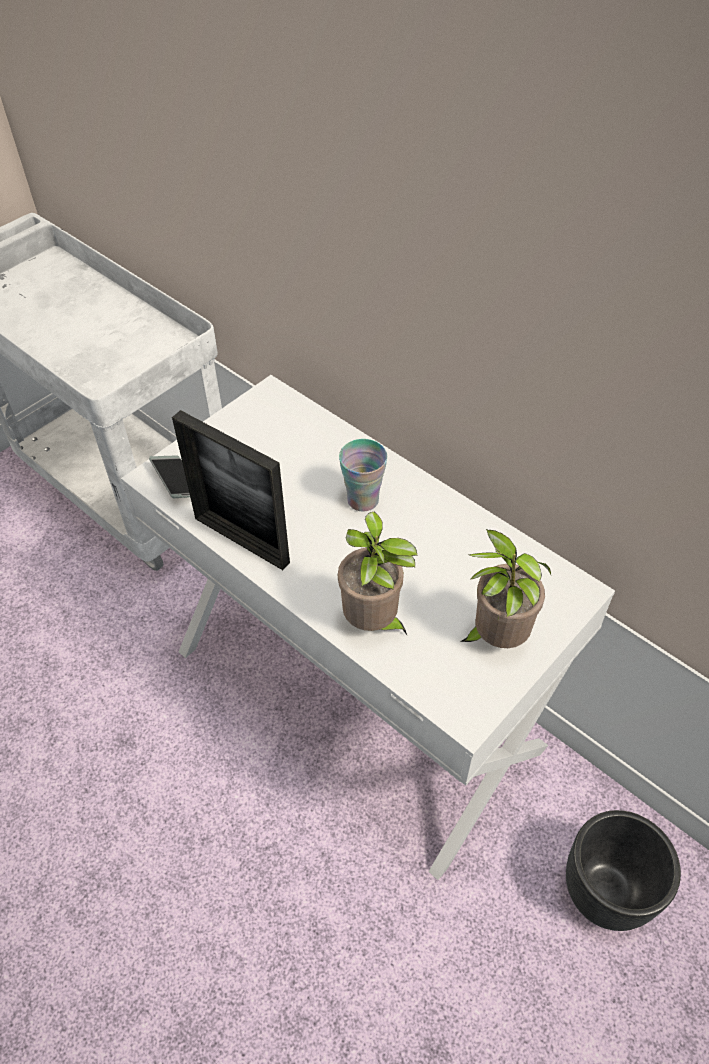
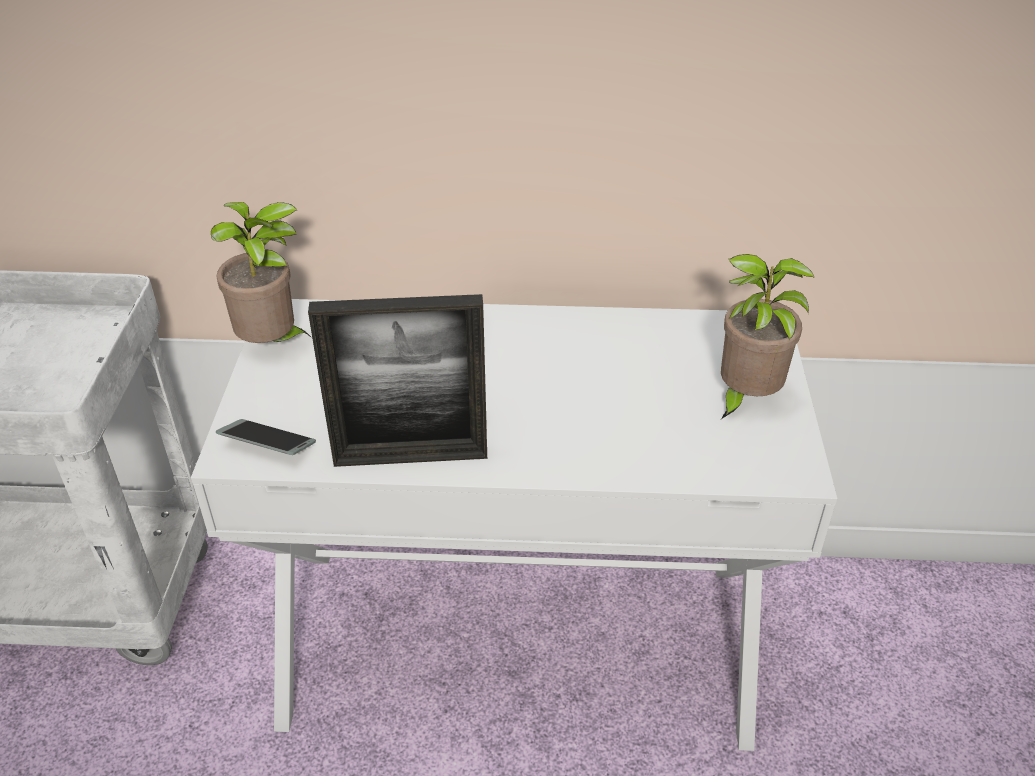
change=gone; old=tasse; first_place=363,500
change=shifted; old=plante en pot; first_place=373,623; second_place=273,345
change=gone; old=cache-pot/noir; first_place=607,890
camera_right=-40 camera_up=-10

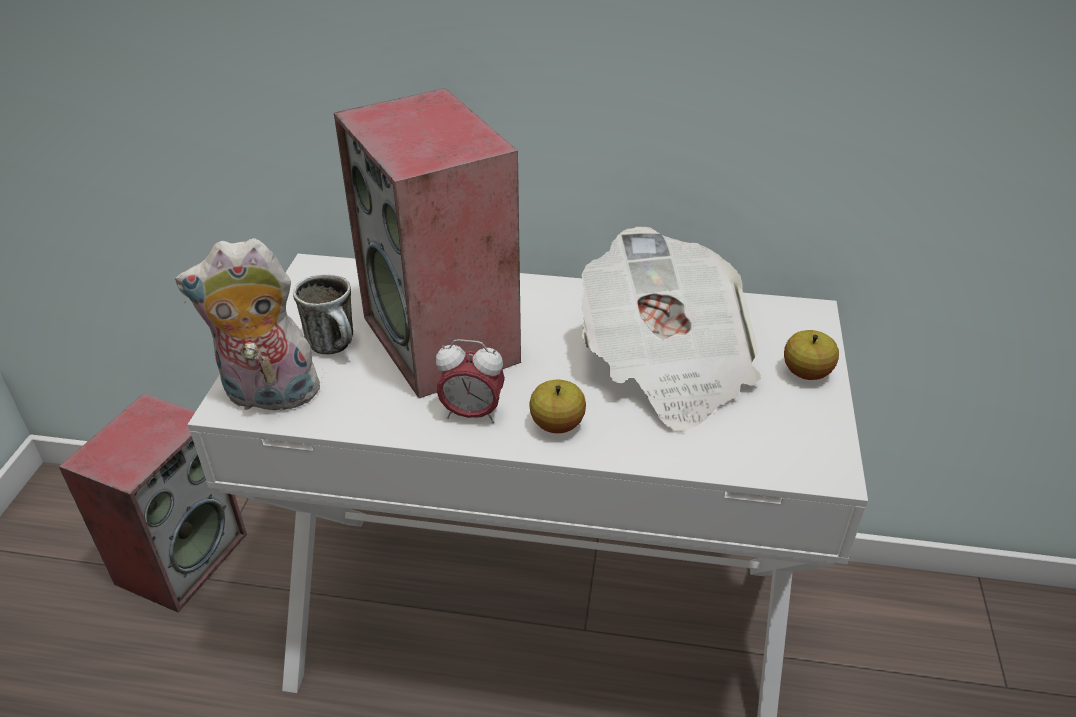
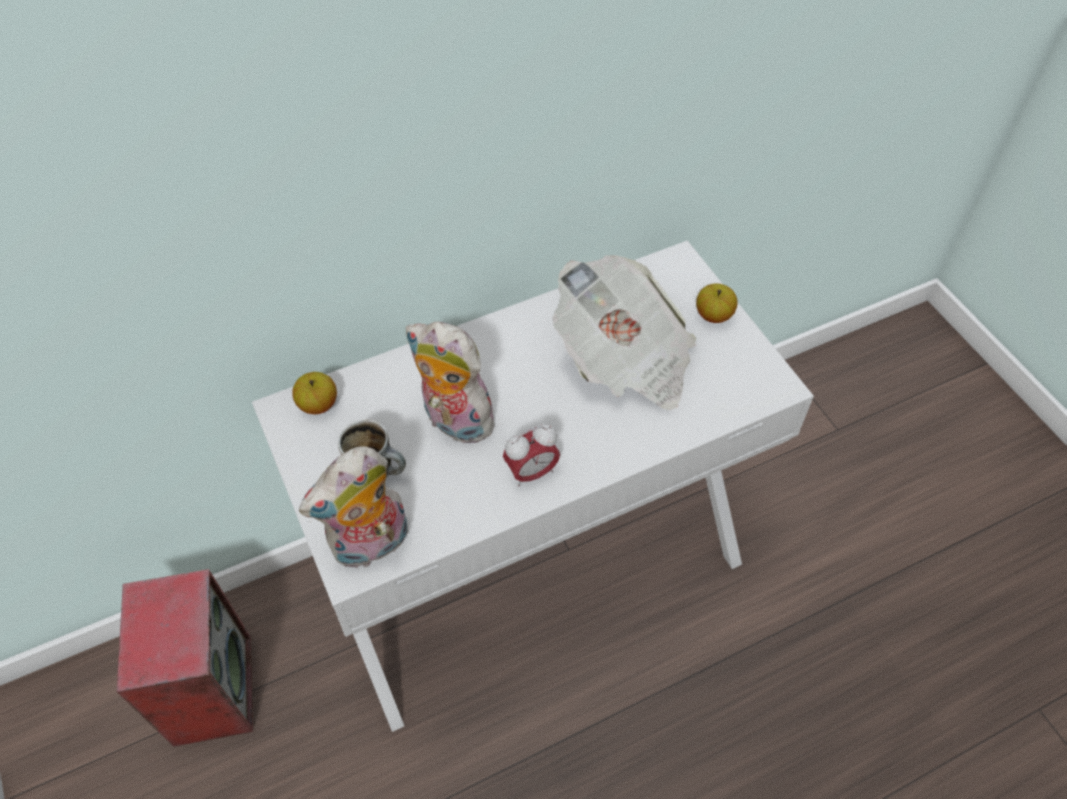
change=swapped; old=enceinte; new=peluche; first_place=443,340; second_place=453,421
change=shifted; old=pomme; first_place=557,425; second_place=318,404
camera_right=-35 camera_up=15

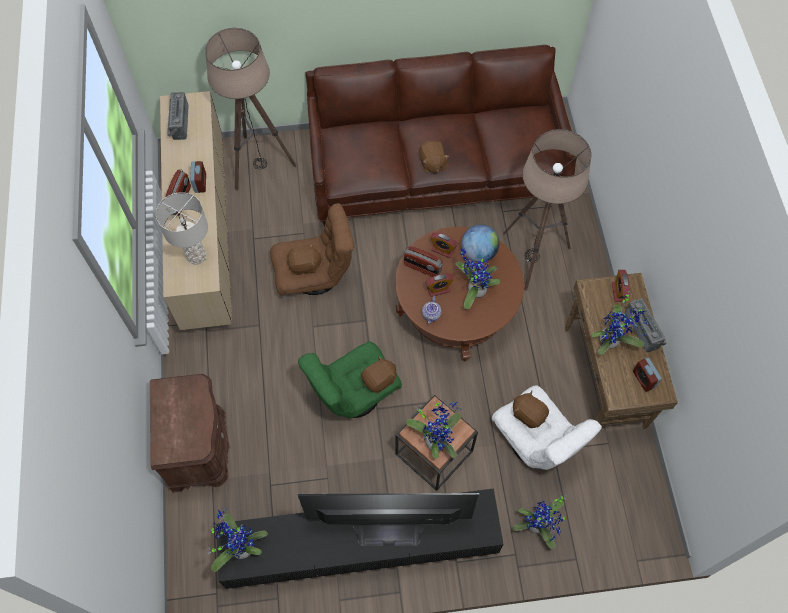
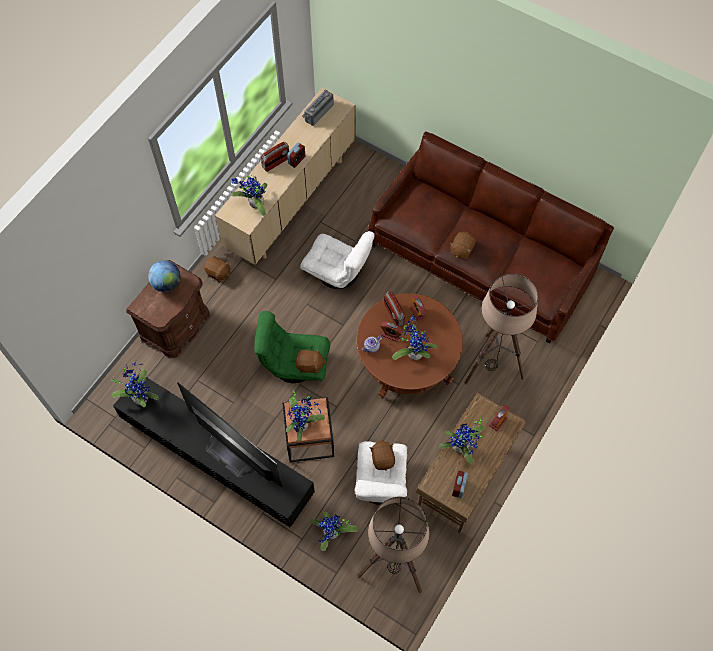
change=shifted; old=lampadaire; first_place=258,164; second_place=393,566
change=swapped; old=lampe de table/blanc; new=plante en pot; first_place=196,256; second_place=254,204
change=repainted; old=fauteuil/marron; new=fauteuil/blanc; first_place=314,274; second_place=337,272
change=shifted; old=globe; first_place=478,253; second_place=167,283
change=shifted; old=peluche/marron; first_place=305,265; second_place=218,273
change=gone; old=radio; first_place=644,329
camera_right=40 camera_up=0

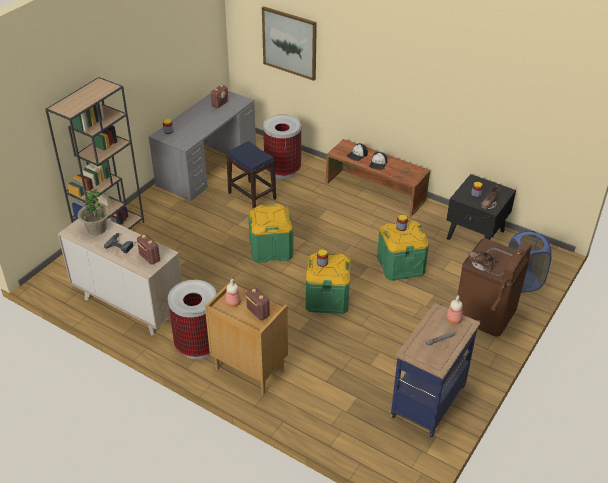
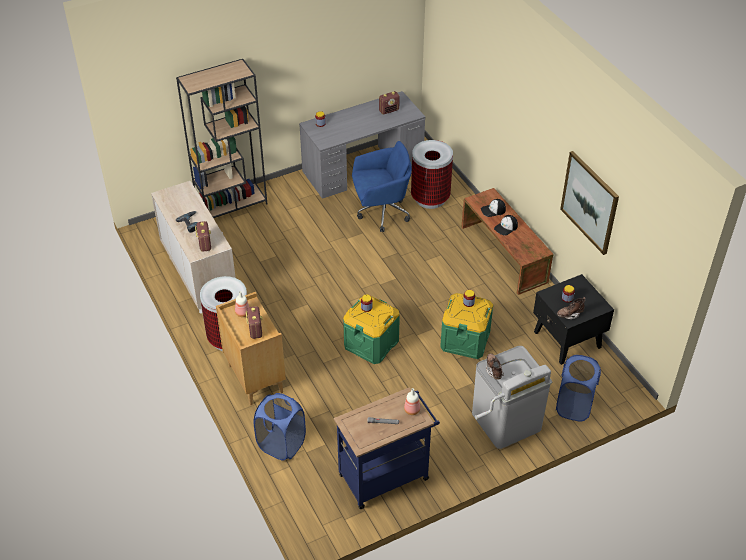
change=shifted; old=tableau; first_place=289,43; second_place=589,202
change=swapped; old=tabouret; new=chaise de bureau/bleu; first_place=252,196; second_place=381,214
change=gone; old=plante en pot; first_place=97,229
change=gone; old=boîte de rangement/vert; first_place=271,249
change=repainted; old=lave-linge/marron; new=lave-linge/gris; first_place=485,315; second_place=505,423
change=new; new=panier à linge/bleu; second_place=281,444
camera_right=30 camera_up=5

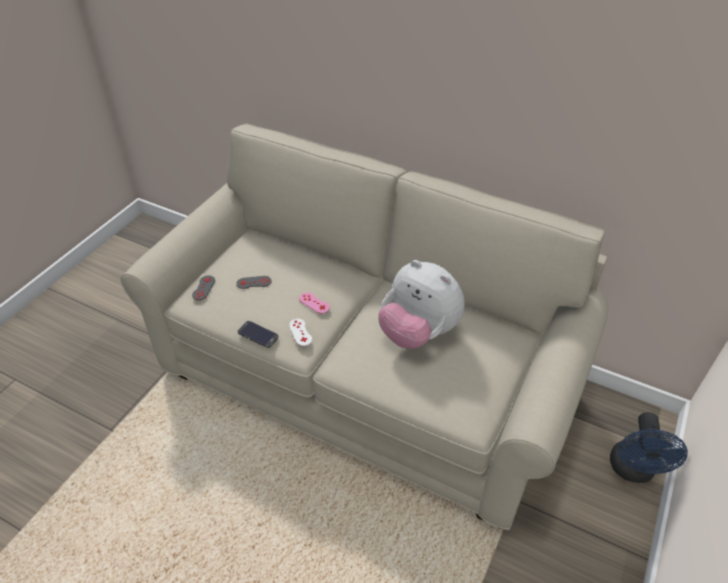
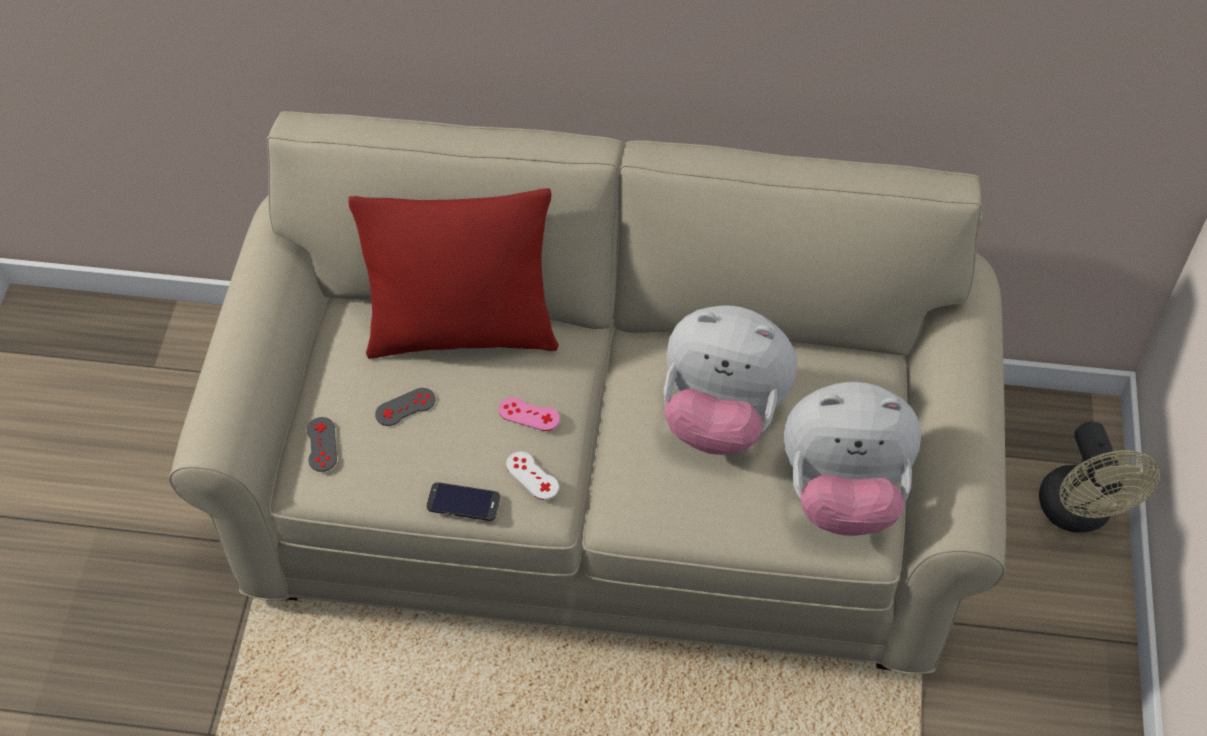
change=repainted; old=ventilateur/bleu; new=ventilateur/beige; first_place=633,471; second_place=1079,514
change=new; new=coussin/rouge; second_place=462,332
change=new; new=peluche; second_place=843,493
camera_right=-20 camera_up=10

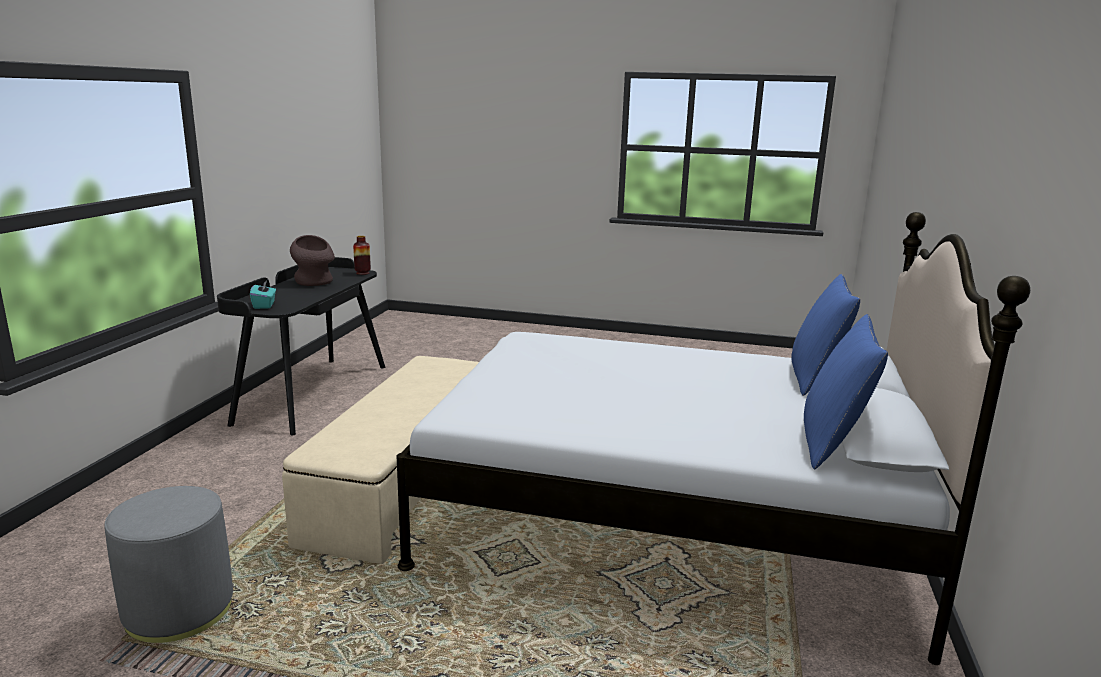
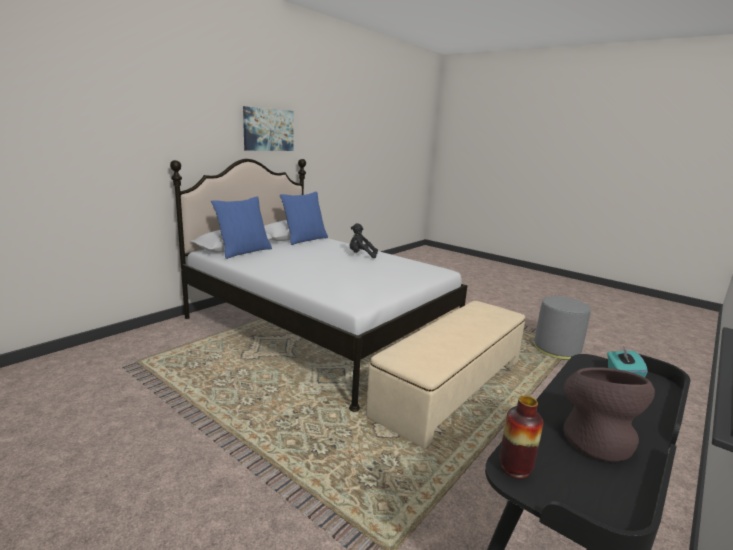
change=new; new=tableau; second_place=268,129
change=new; new=peluche/noir; second_place=361,255
camera_right=-155 camera_up=0

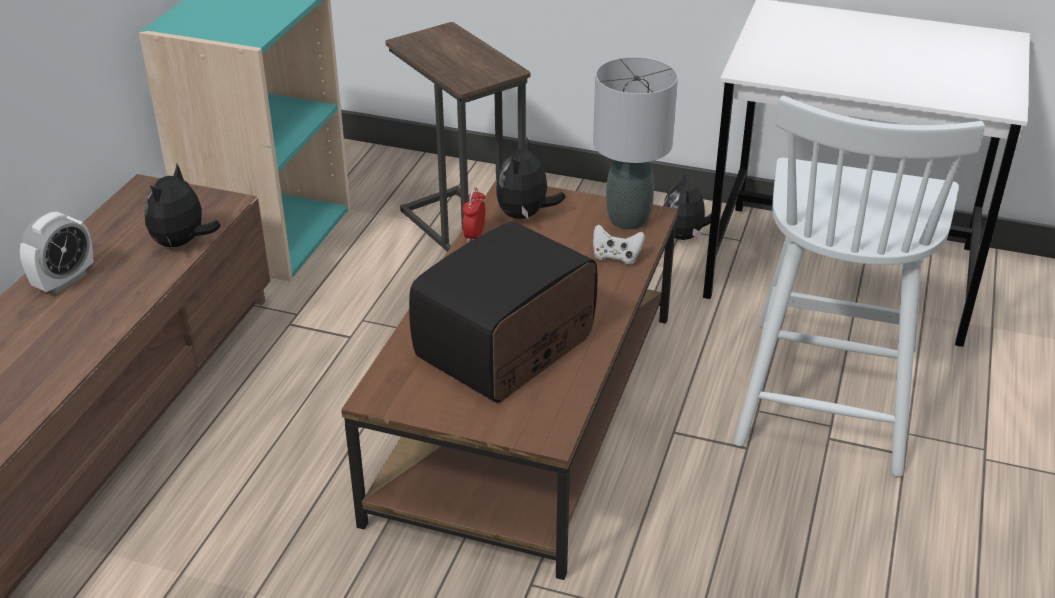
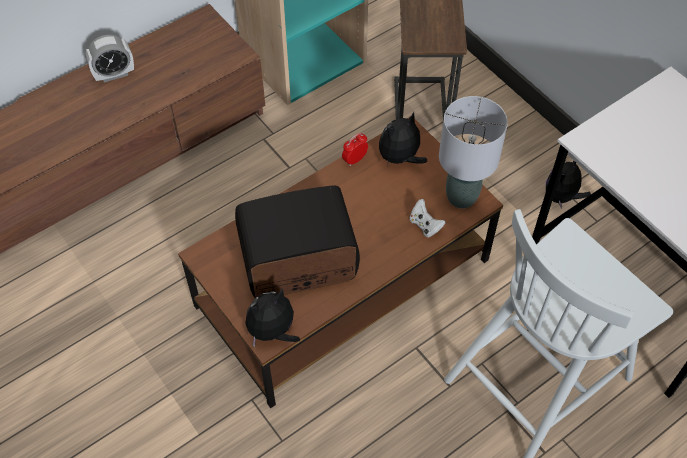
change=shifted; old=peluche; first_place=182,243; second_place=273,332
camera_right=35 camera_up=20

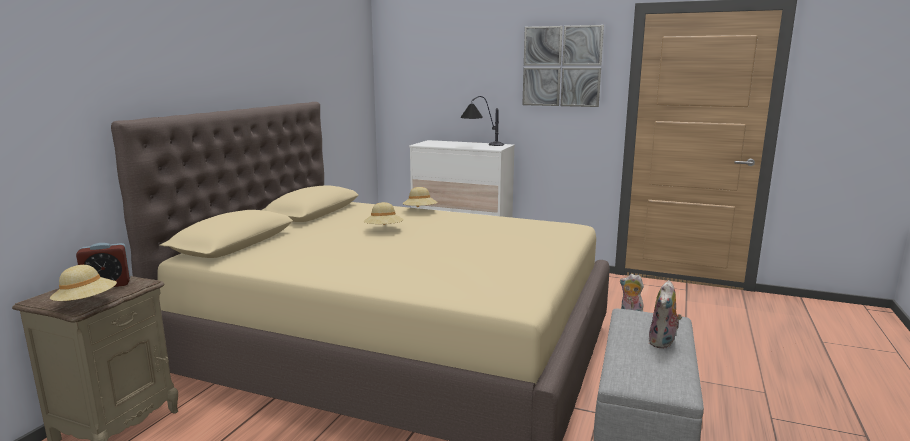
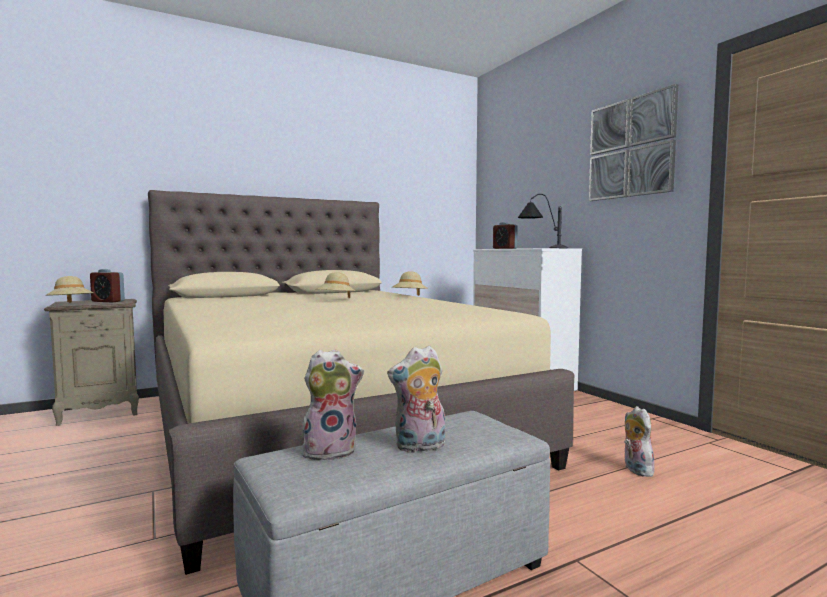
change=new; new=réveil; second_place=504,248
change=new; new=peluche; second_place=331,451
camera_right=40 camera_up=-10

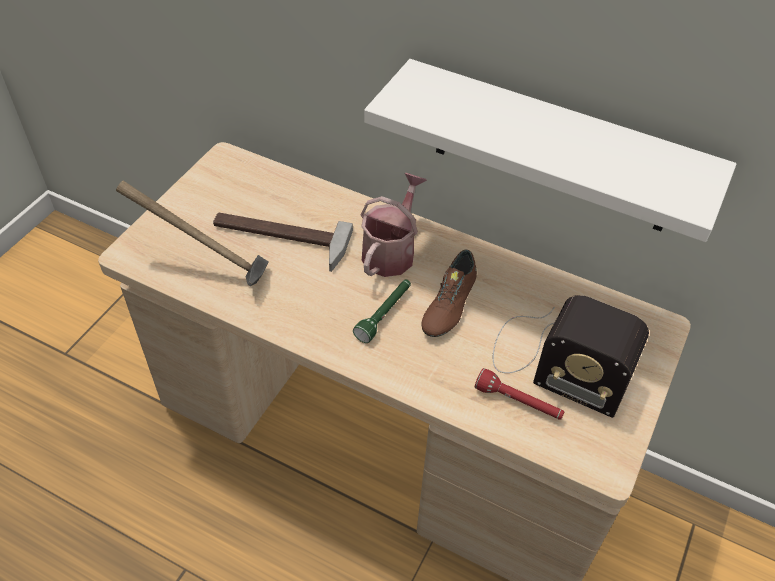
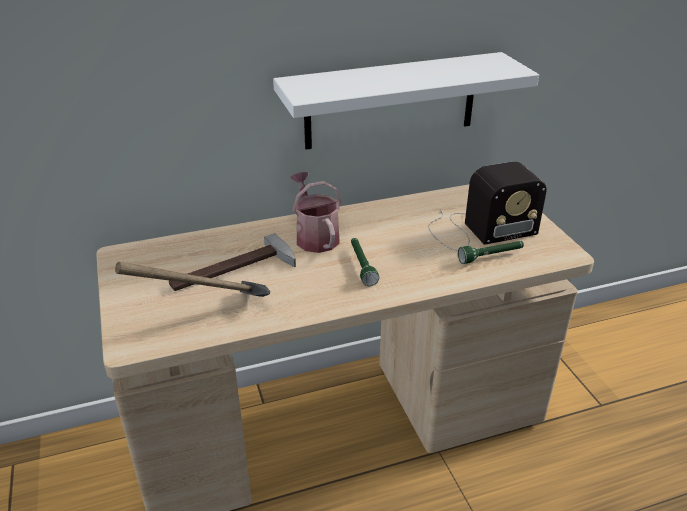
change=gone; old=chaussure/marron; first_place=448,305
change=repainted; old=lampe de poche/rouge; new=lampe de poche/vert; first_place=518,402; second_place=491,257
camera_right=-45 camera_up=-15

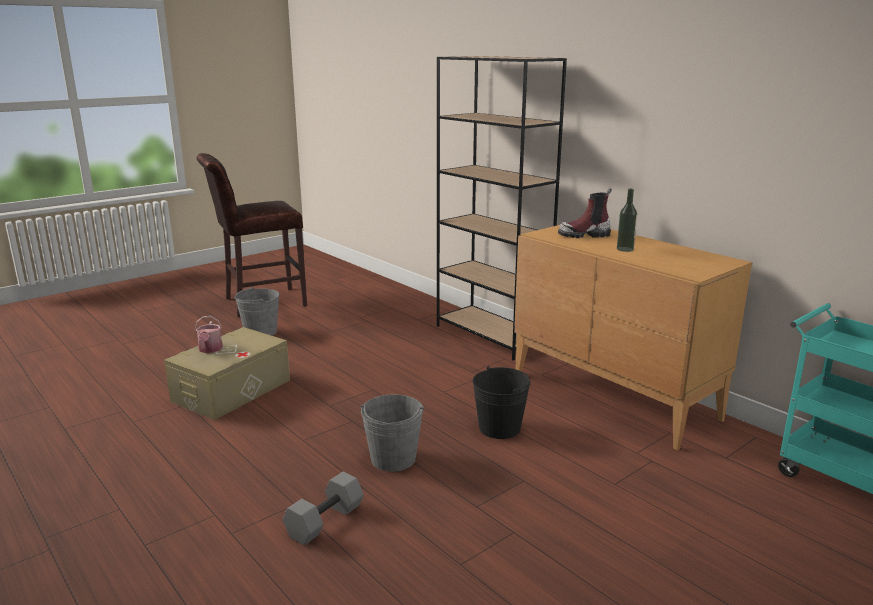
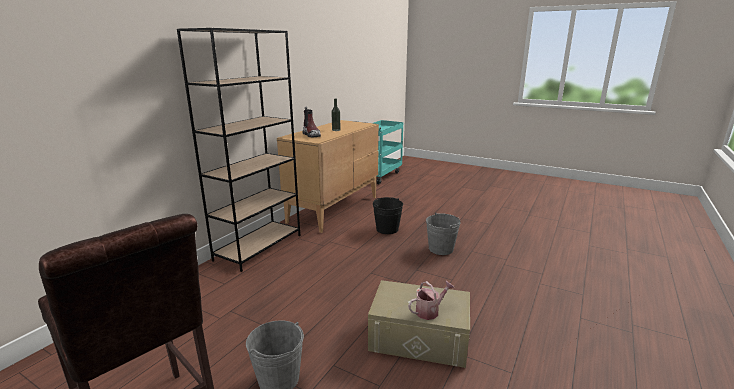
change=gone; old=haltère/gris; first_place=325,522
camera_right=-110 camera_up=0

